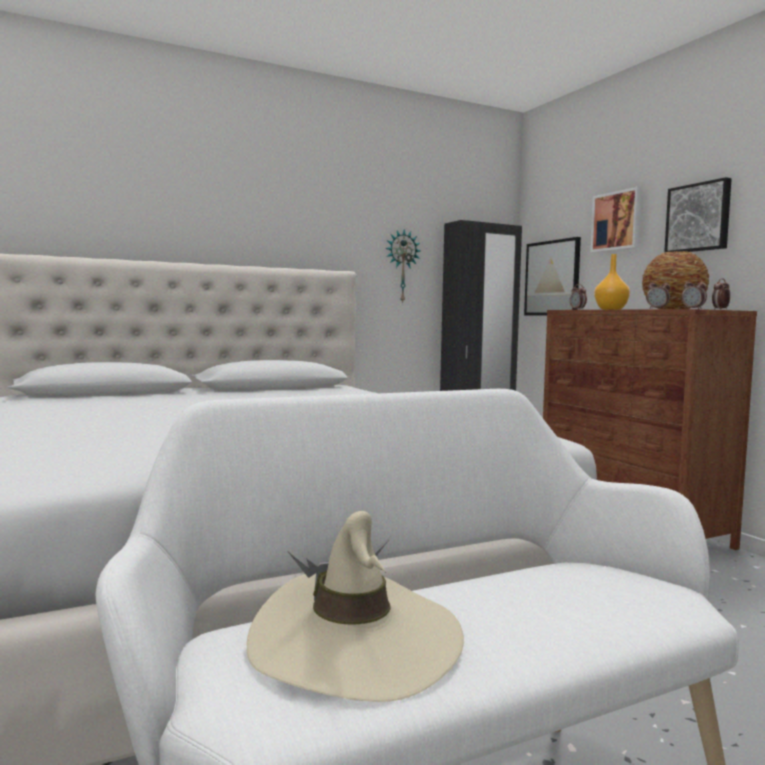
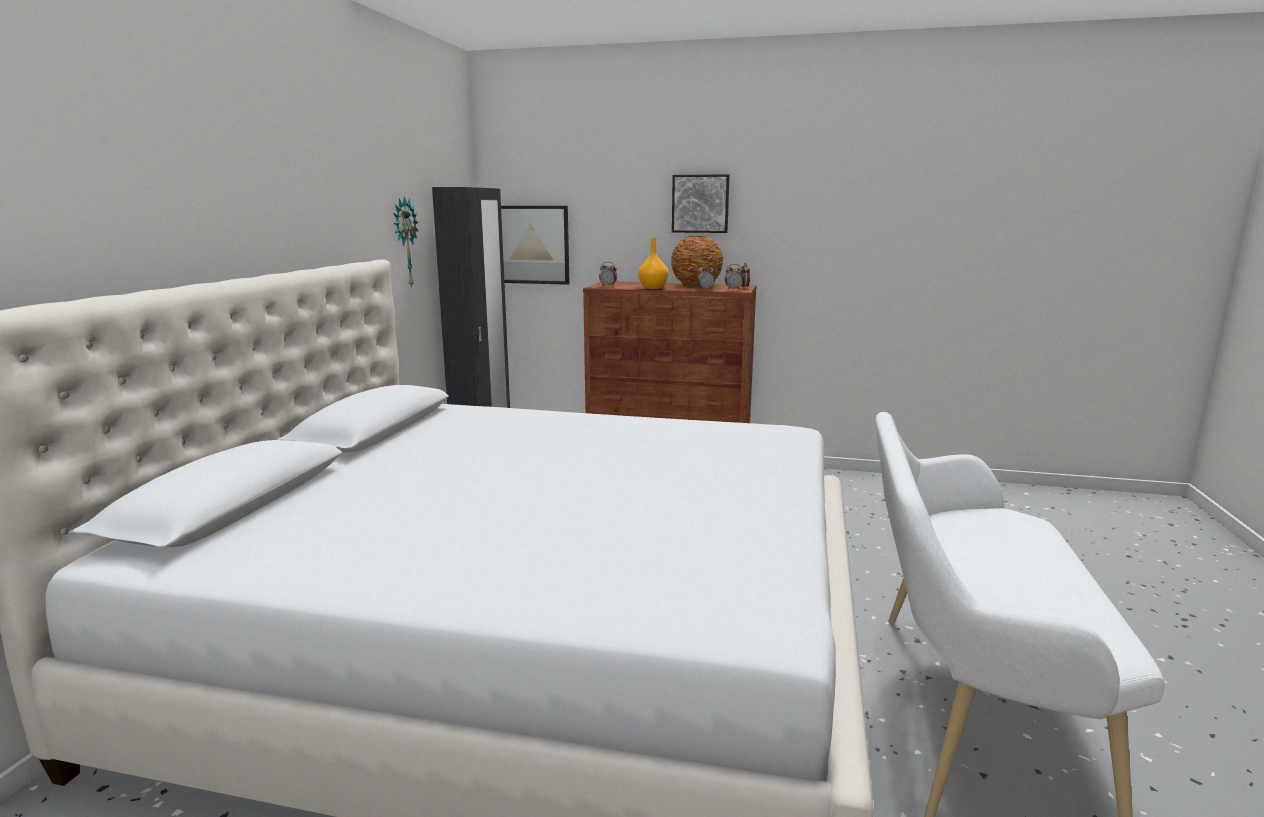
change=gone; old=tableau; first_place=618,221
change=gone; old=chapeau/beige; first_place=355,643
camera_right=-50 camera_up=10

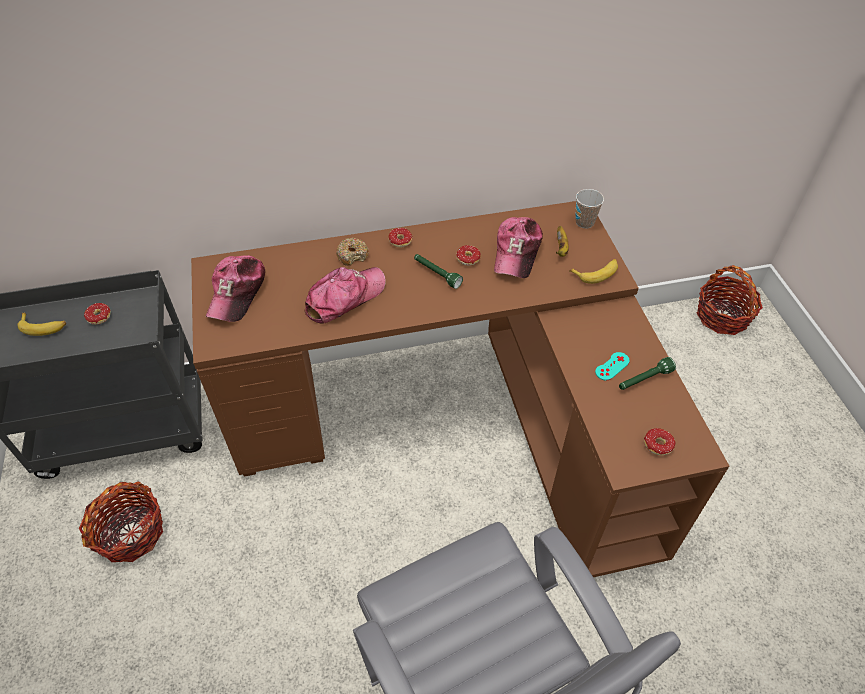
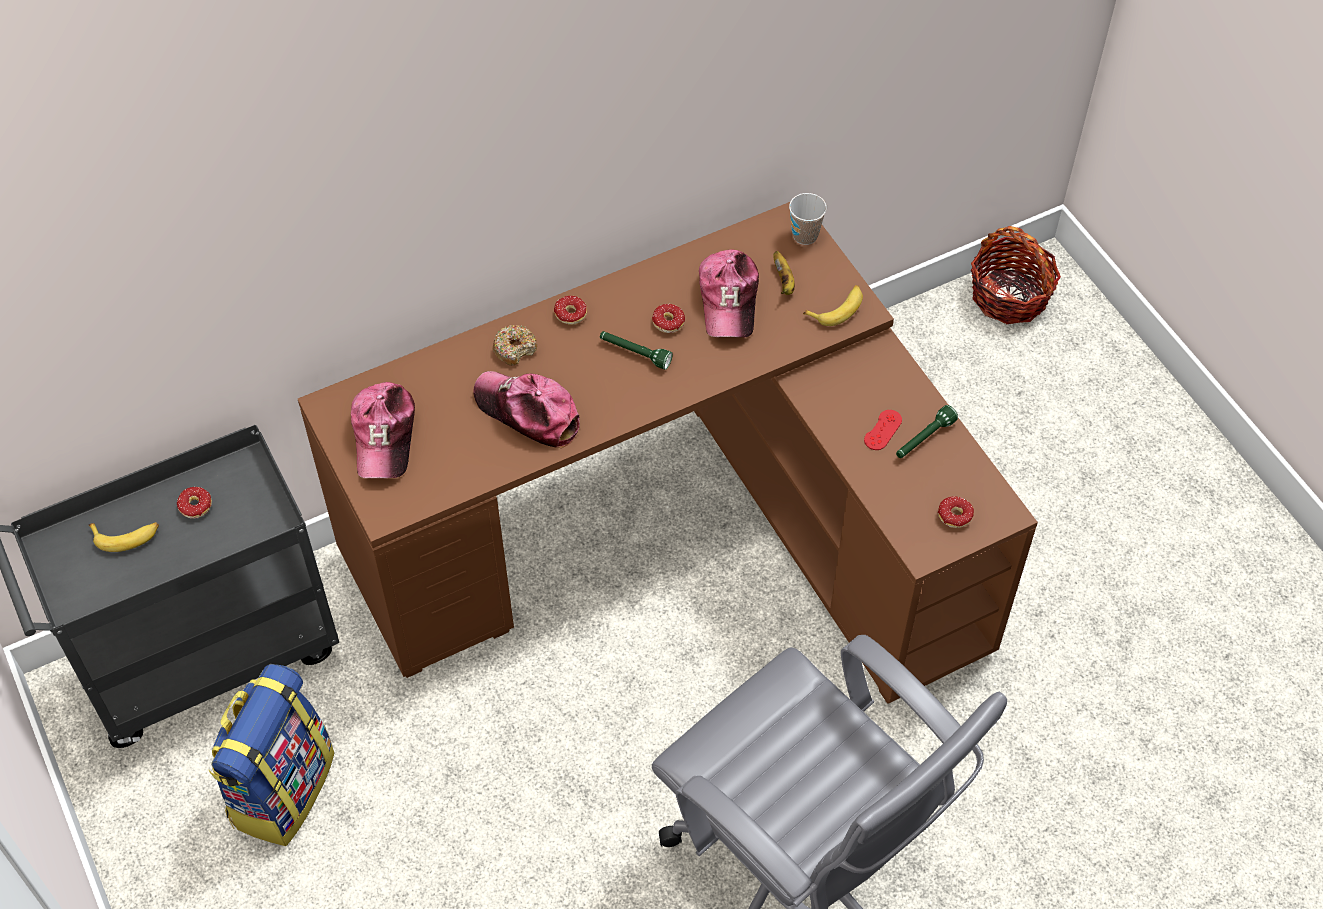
change=rotated; old=casquette; first_place=344,298; second_place=528,412; degrees=-90
change=repainted; old=manette/turquoise; new=manette/rouge; first_place=612,366; second_place=883,430
change=swapped; old=panier; new=sac à dos; first_place=131,532; second_place=281,787
camera_right=-15 camera_up=5

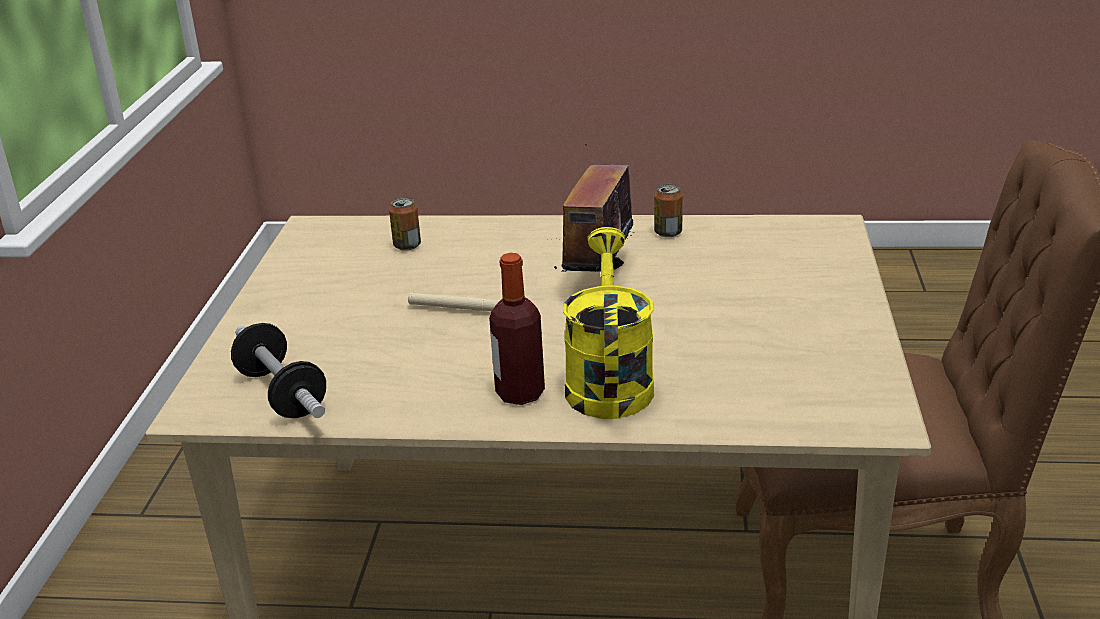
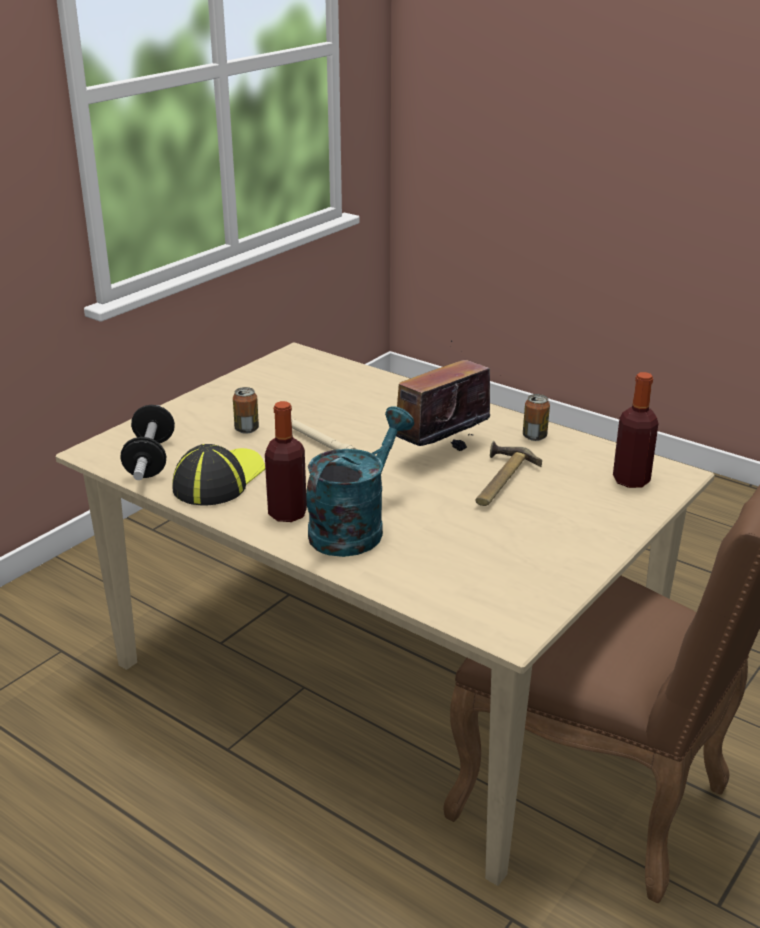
change=shifted; old=boîte métallique; first_place=407,246; second_place=246,429
change=repainted; old=arrosoir/jaune; new=arrosoir/turquoise; first_place=608,381; second_place=354,527
change=new; new=bouteille; second_place=631,480
change=new; new=marteau; second_place=498,481
change=new; new=casquette; second_place=218,480
camera_right=30 camera_up=0

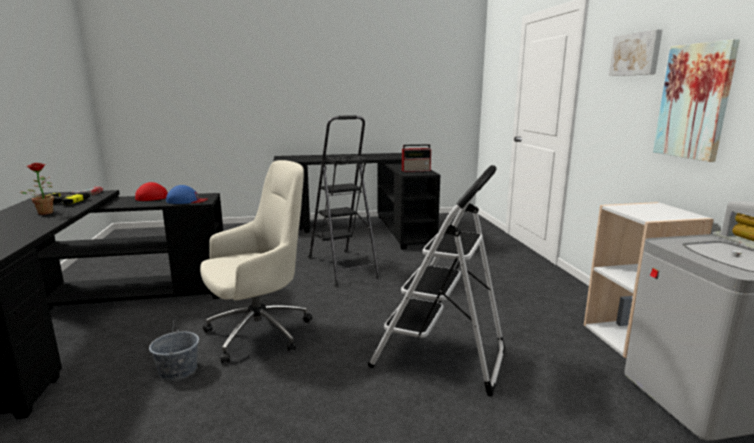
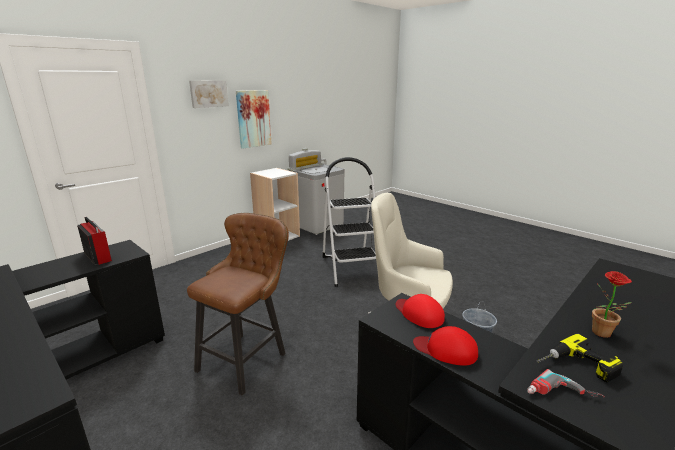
change=swapped; old=escabeau; new=tabouret/marron; first_place=342,267; second_place=248,356
change=repainted; old=casquette/bleu; new=casquette/rouge; first_place=186,201; second_place=419,313
camera_right=-125 camera_up=5

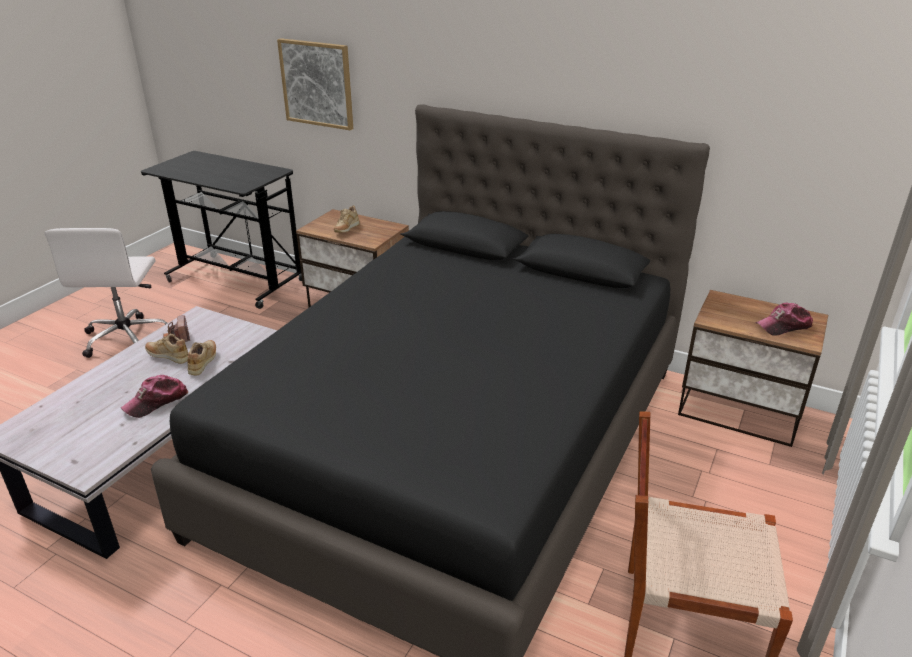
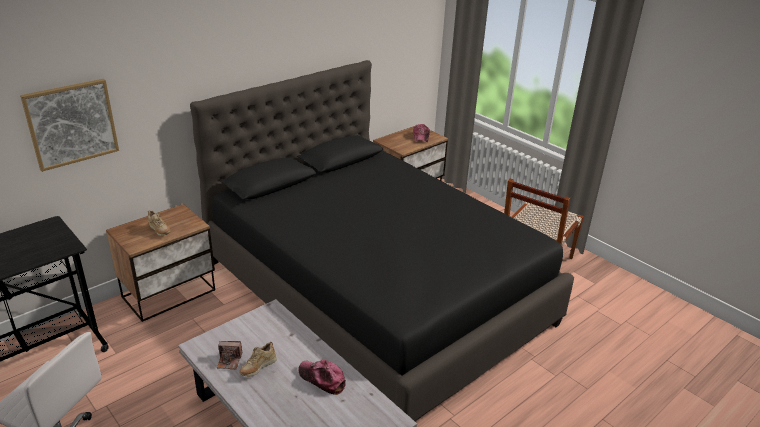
change=gone; old=chaussure/beige; first_place=204,362
change=rotated; old=casquette; first_place=156,401; second_place=322,379; degrees=150
camera_right=-70 camera_up=0

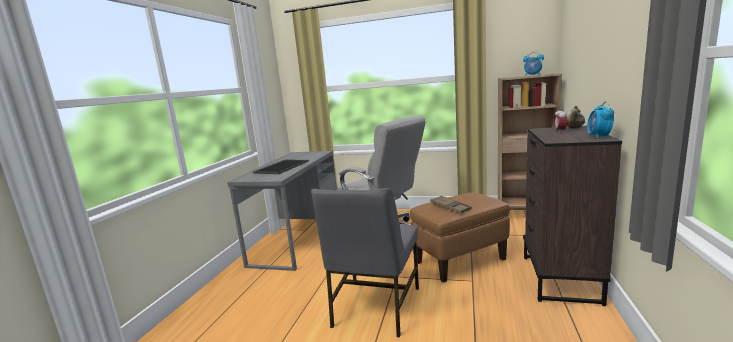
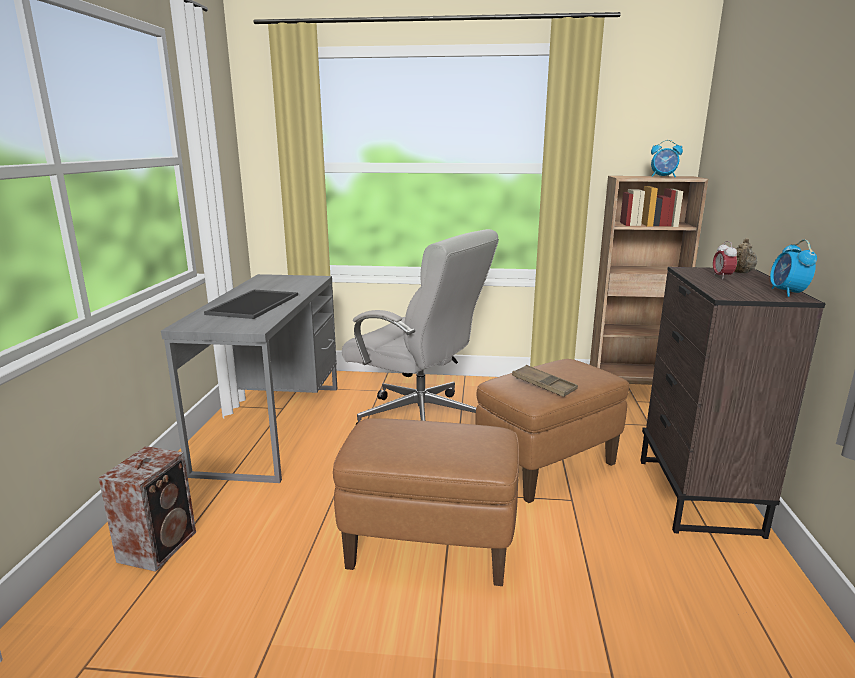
change=swapped; old=chaise/gris; new=pouf/marron; first_place=375,307; second_place=428,547
change=new; new=enceinte; second_place=160,545
camera_right=-10 camera_up=5

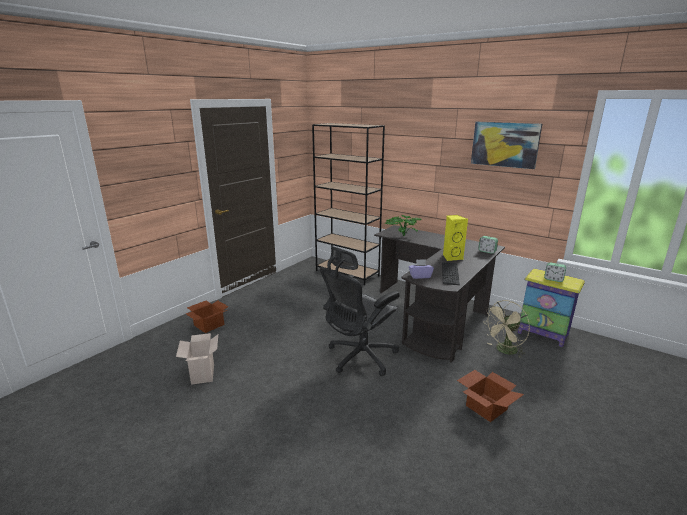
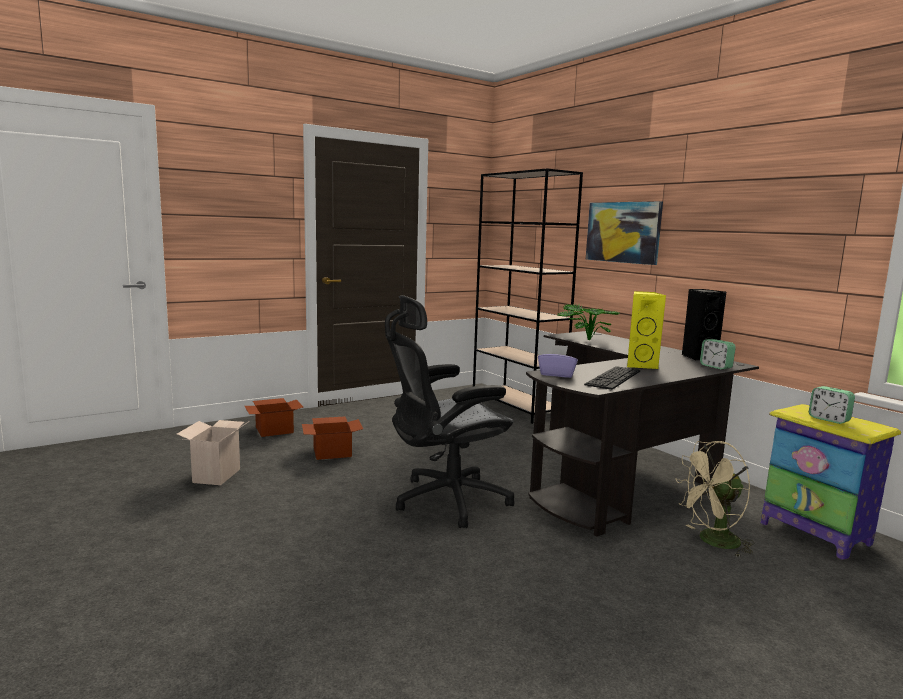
change=shifted; old=tableau; first_place=505,144; second_place=623,232
change=shifted; old=carton; first_place=486,406; second_place=333,451
change=new; new=enceinte/noir; second_place=698,357
camera_right=20 camera_up=-10

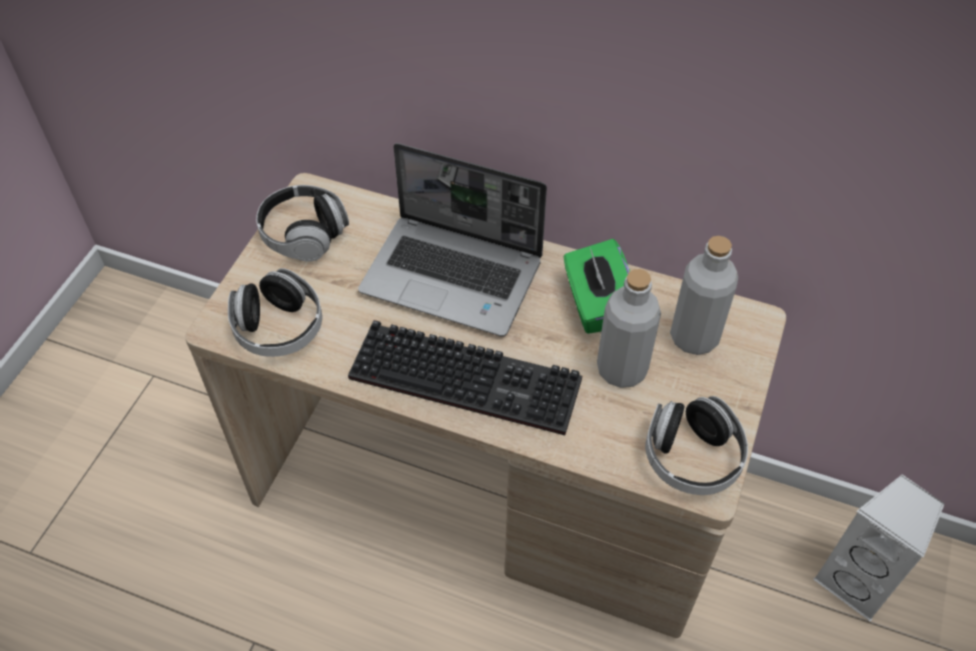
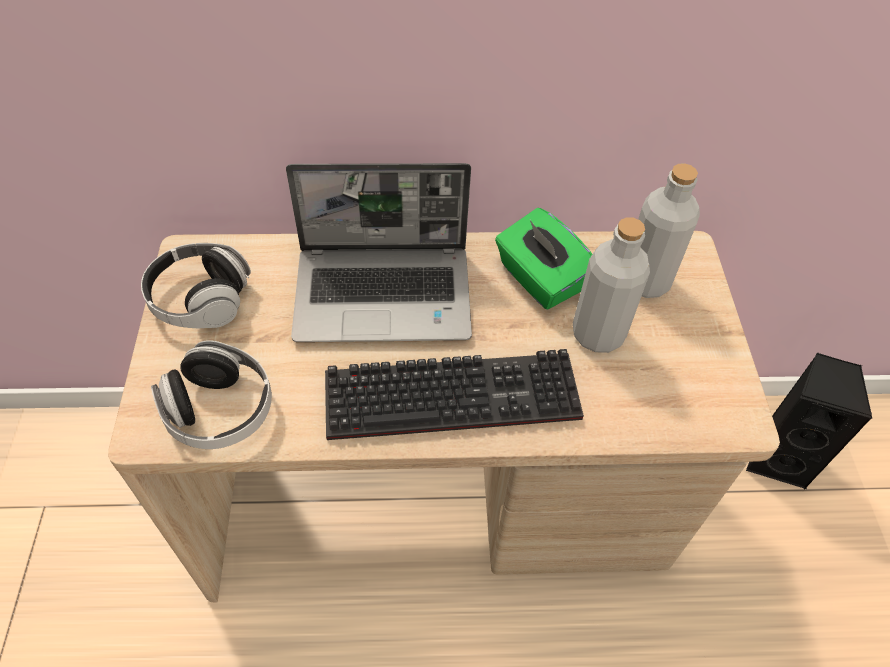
change=gone; old=casque audio; first_place=691,458
change=repainted; old=enceinte/blanc; new=enceinte/noir; first_place=856,581; second_place=778,458
camera_right=-25 camera_up=0

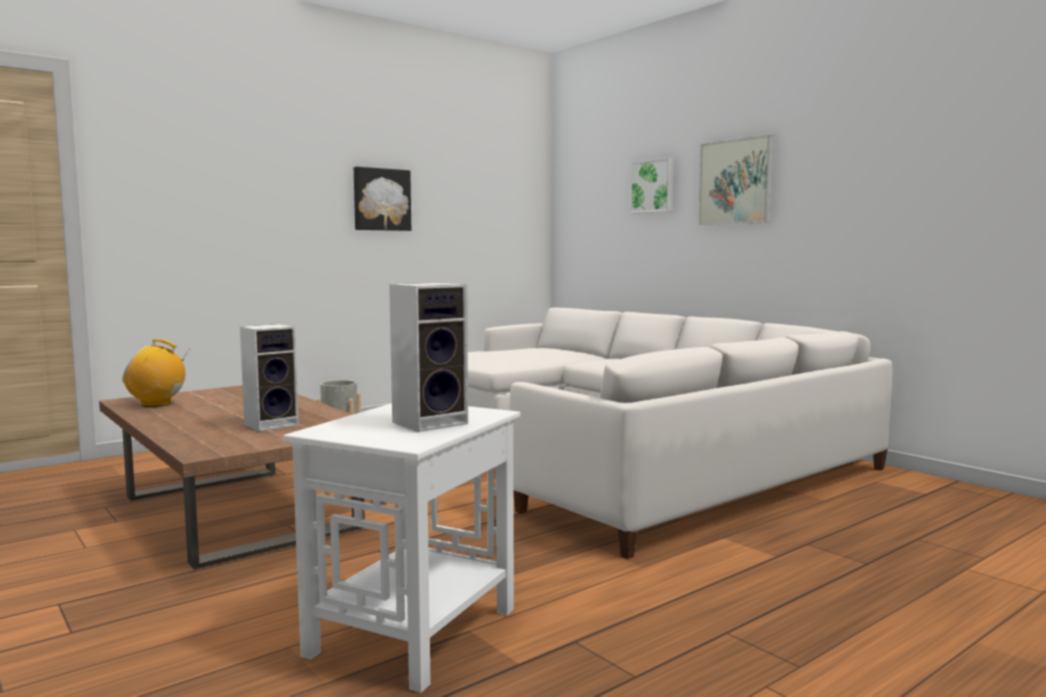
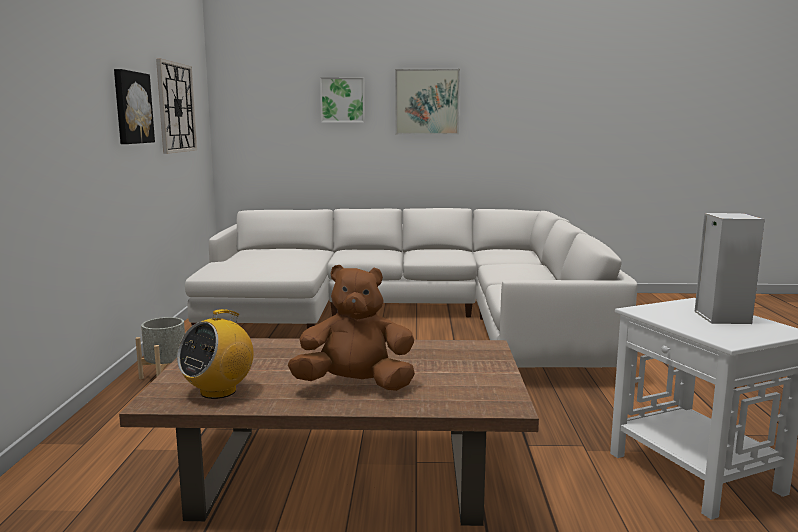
change=gone; old=enceinte; first_place=273,424
change=new; new=horloge murale; second_place=176,107
change=new; new=peluche/marron; second_place=355,385
camera_right=-50 camera_up=5

